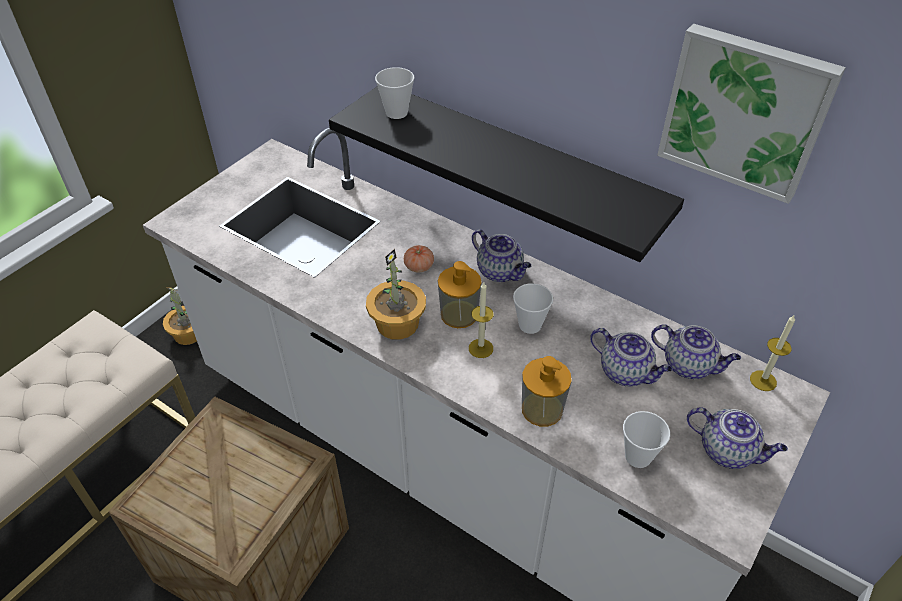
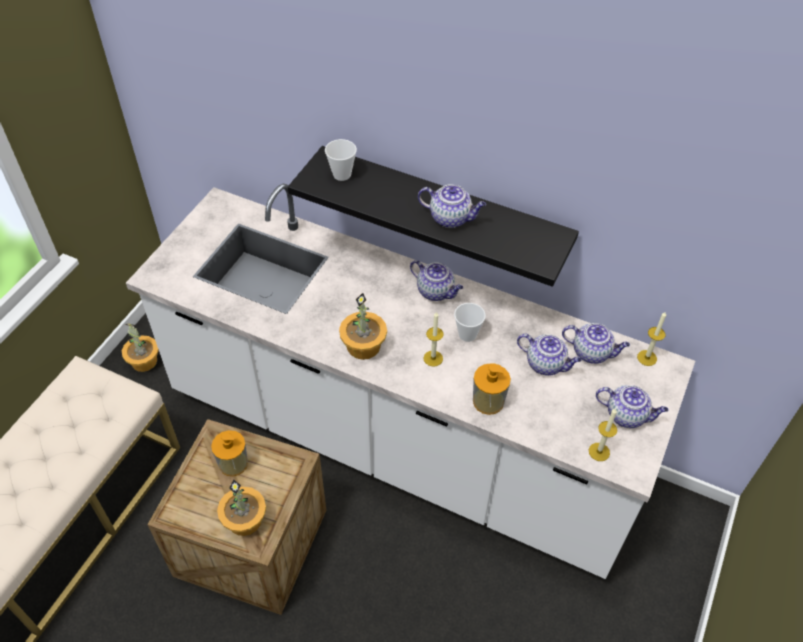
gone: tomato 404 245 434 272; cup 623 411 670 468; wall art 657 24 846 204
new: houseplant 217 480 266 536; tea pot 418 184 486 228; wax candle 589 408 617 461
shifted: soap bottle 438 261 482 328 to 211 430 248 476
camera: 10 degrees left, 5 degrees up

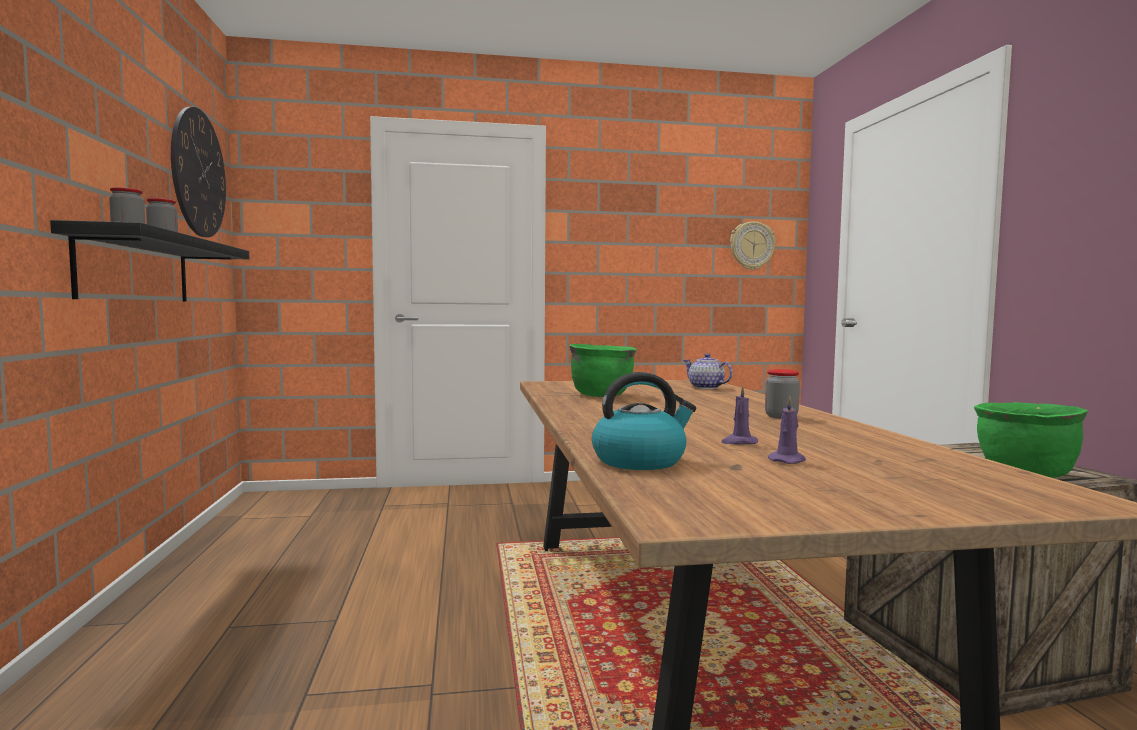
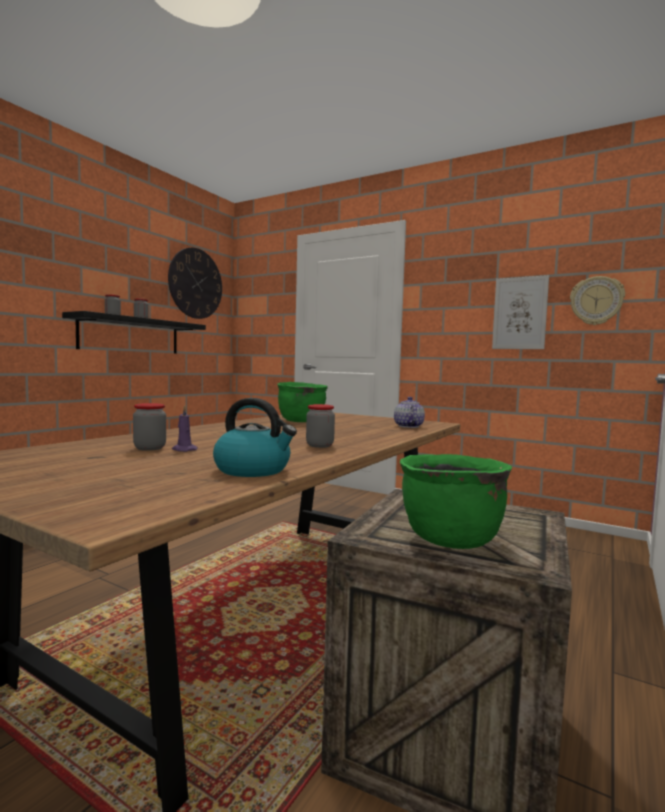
gone: wax candle (purple-coloured) 768 396 806 464
new: jar 133 403 166 451; wall art 492 275 549 349
shifted: water kettle 592 372 696 470 to 213 398 297 477
camera: 40 degrees right, 0 degrees up

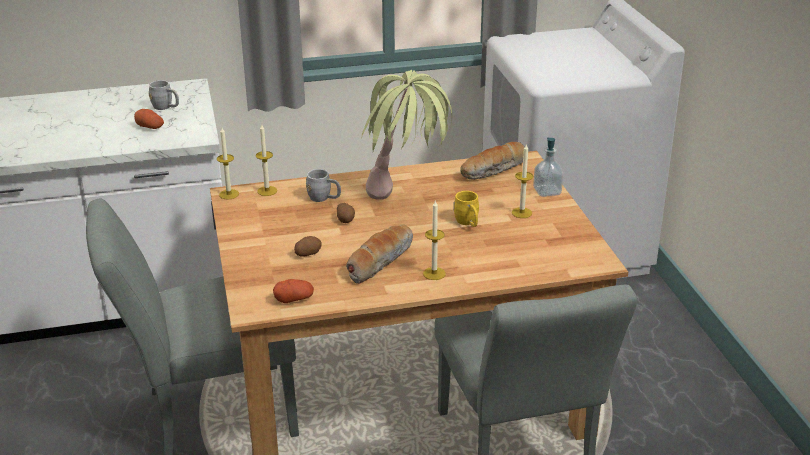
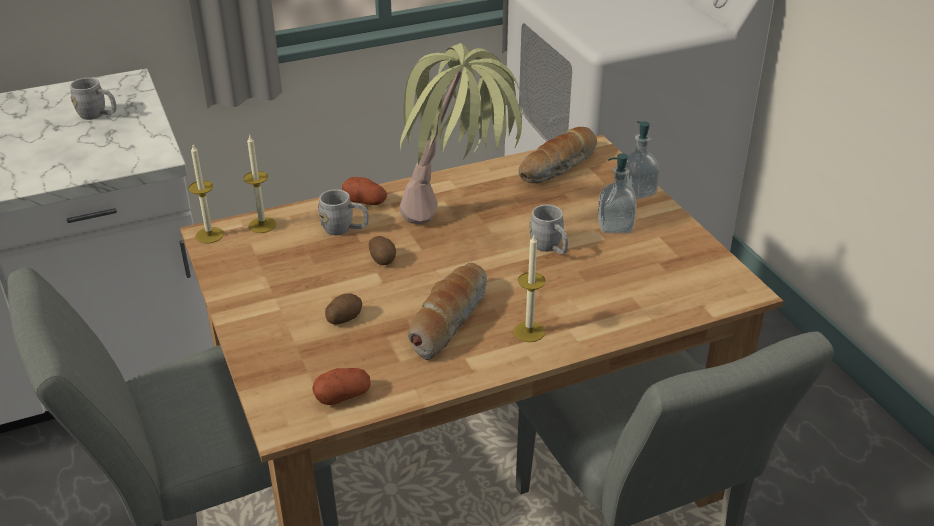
shifted: whole potato 134 109 164 129 to 342 177 387 205
swapped: wax candle 512 143 533 218 to soap bottle 598 153 637 233
repainted: mug (yellowish) 453 191 479 227 to mug (greyish) 529 205 568 254
camera: 10 degrees left, 5 degrees up

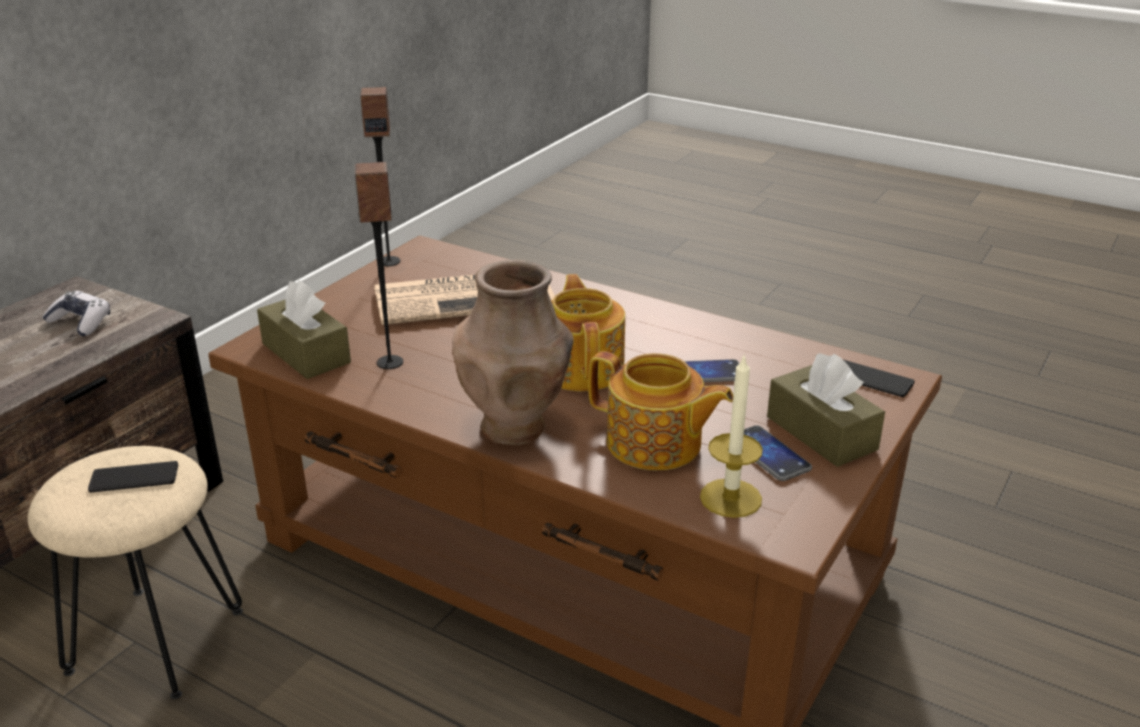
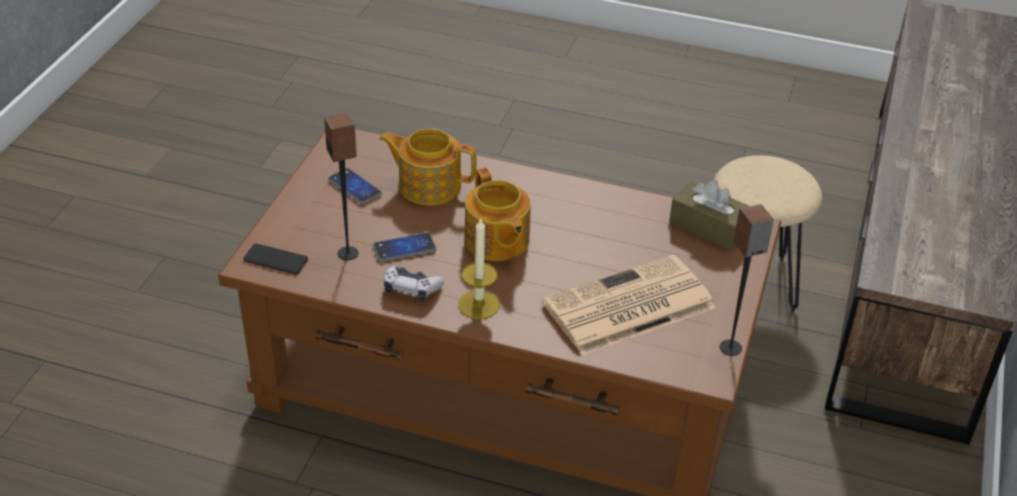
gone: handset 88 461 178 492; flower vase (brown) 452 260 574 445; tissue box (brown) 767 353 885 467
shifted: gamepad 42 291 110 336 to 383 266 444 301; loudspeaker 354 162 403 369 to 324 113 359 261; wax candle 700 353 763 518 to 458 217 500 319
camera: 165 degrees right, 10 degrees up

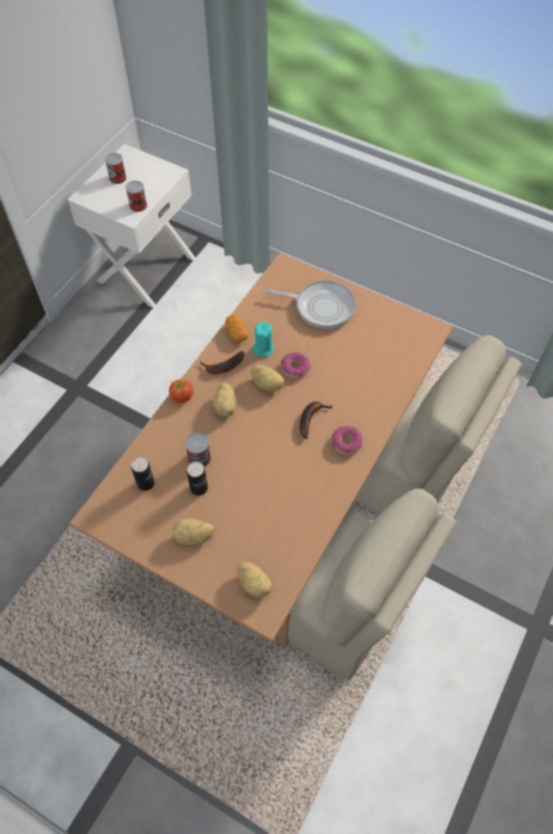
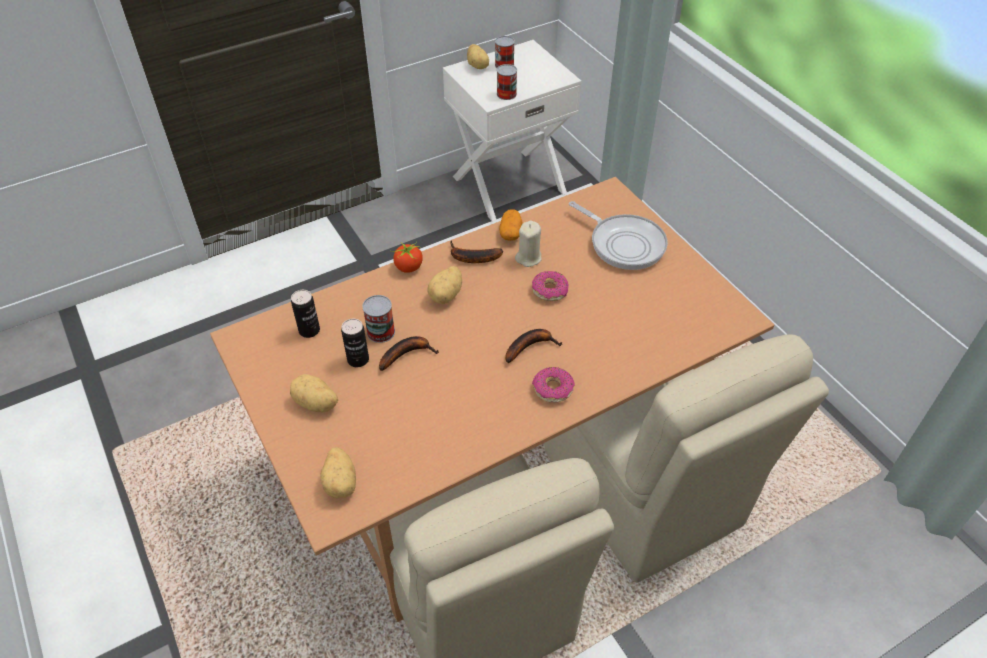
new: banana 379 336 439 371
shifted: whole potato 251 365 284 392 to 467 44 489 69
repainted: wax candle (turquoise-coloured) 253 322 274 357 to wax candle (sand-coloured) 515 221 541 267
camera: 30 degrees right, 10 degrees down

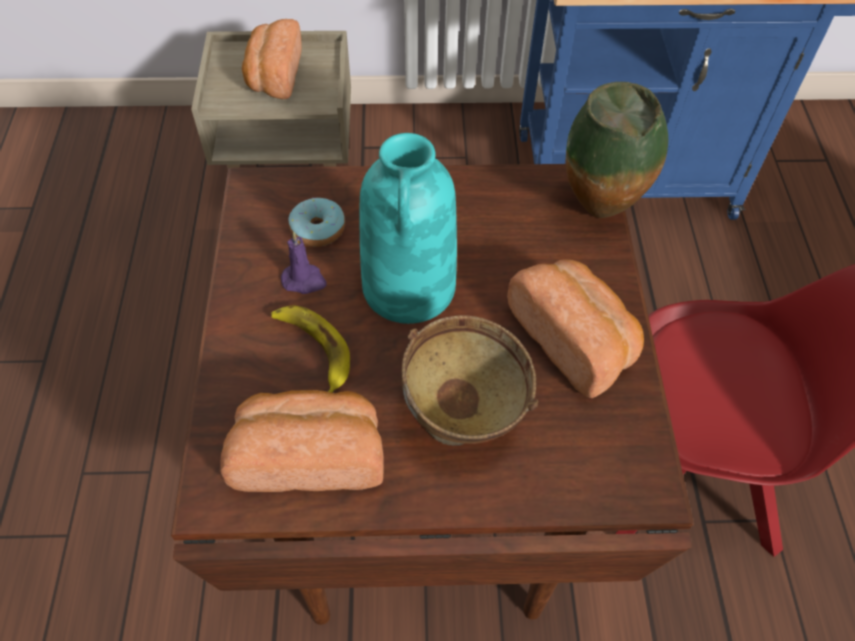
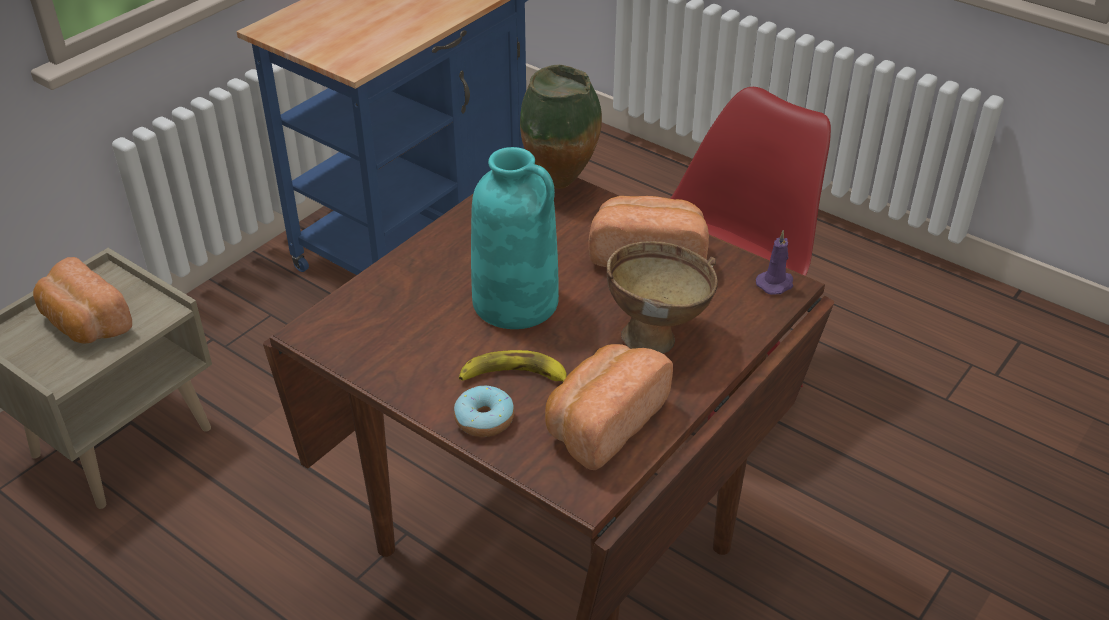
shifted: wax candle (purple-coloured) 281 231 327 294 to 756 230 793 295; donut 288 198 345 247 to 454 386 514 437
camera: 50 degrees left, 15 degrees down

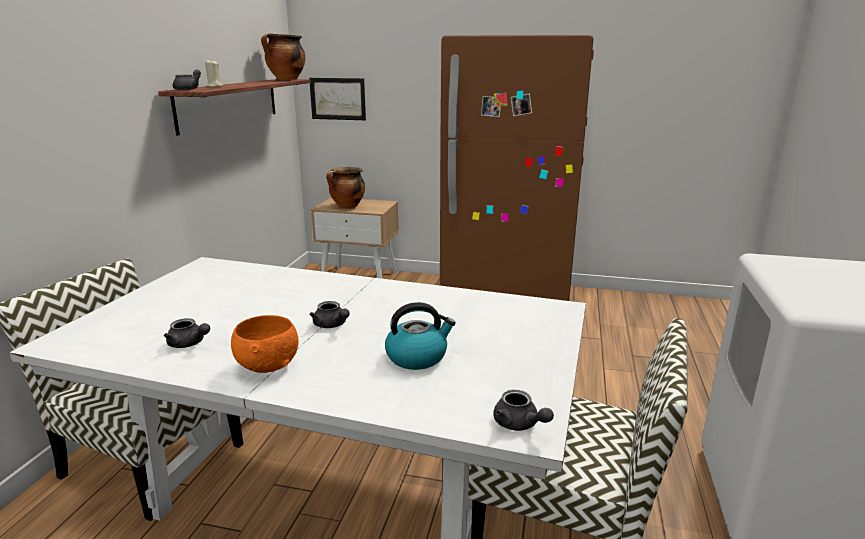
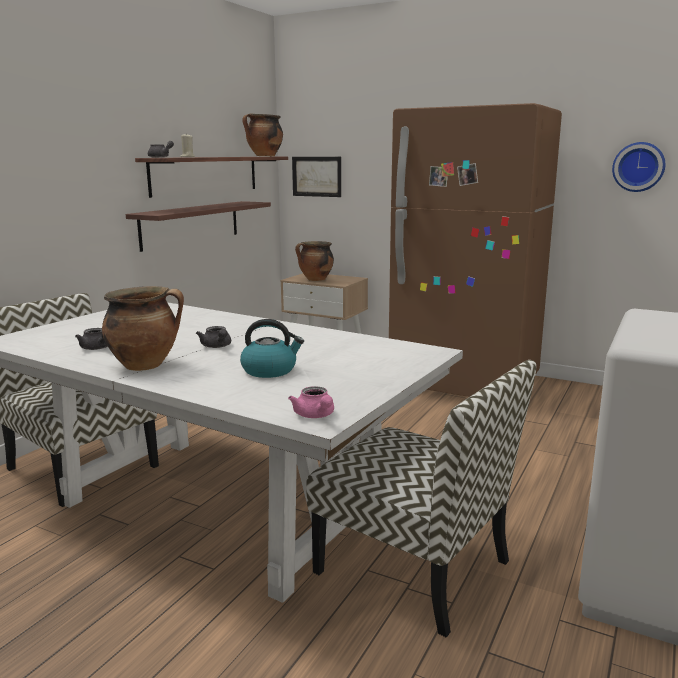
new: bracket shelf 126 201 271 252; wall clock 612 142 665 192
swapped: bowl (orange) 231 315 299 373 to stockpot 102 286 184 371
repainted: tea pot (greyish) 493 390 554 431 to tea pot (pink) 288 386 334 418
camera: 15 degrees right, 5 degrees down

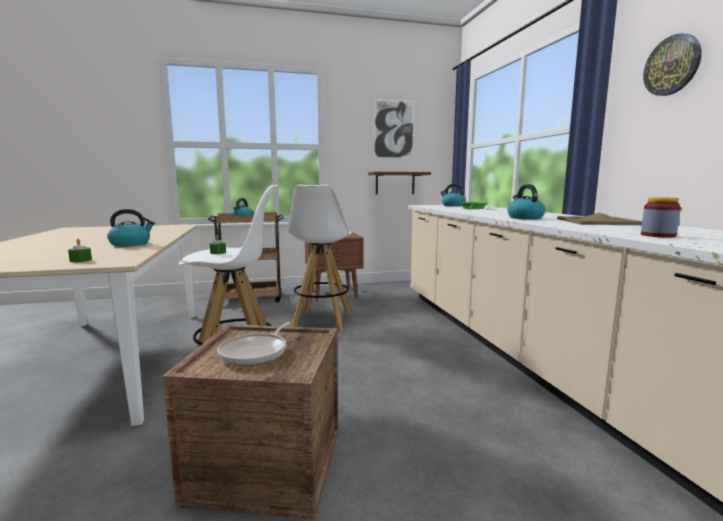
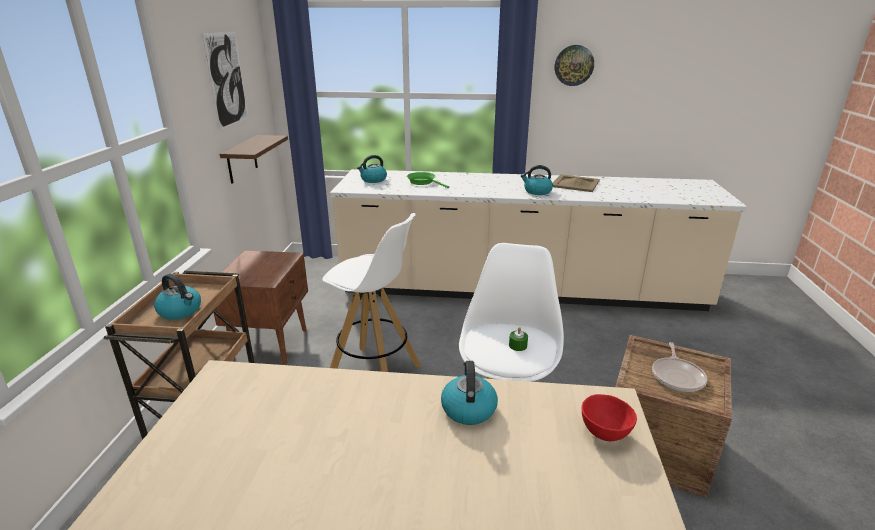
gone: jar 641 197 681 238
swapped: wax candle (green) 68 239 92 262 to bowl (reddish) 582 394 637 441
rotated: skillet 217 322 291 366 = 652 342 707 392 60 degrees clockwise
camera: 70 degrees left, 15 degrees up

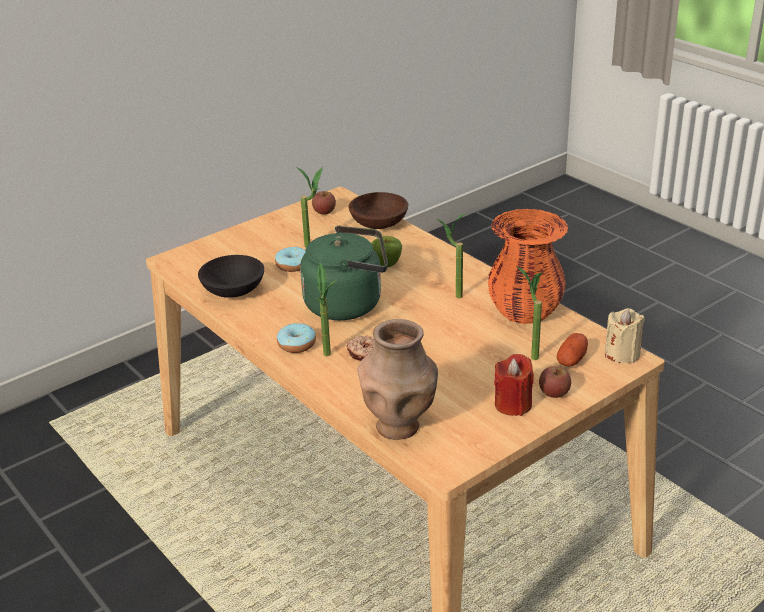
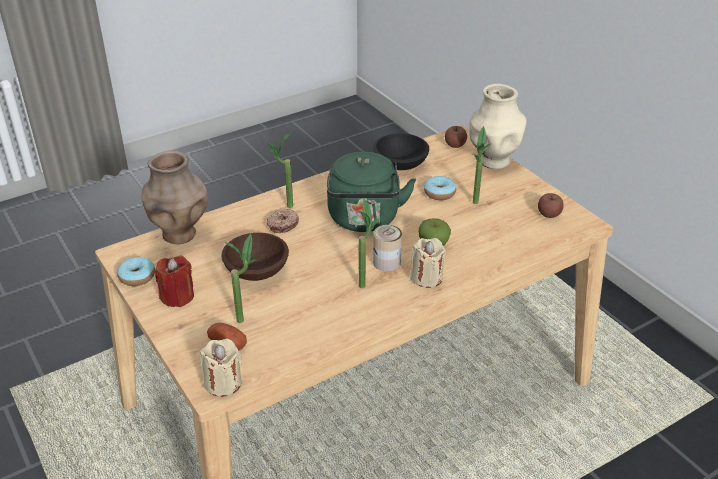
gone: flower vase (orange) 488 209 569 324
new: sealed can 373 225 402 272; wax candle (sand-coloured) 410 238 447 288; flower vase (sand-coloured) 469 84 527 170
shifted: donut 277 323 316 353 to 117 257 155 286; bowl (brown) 349 192 408 229 to 221 233 289 281; apple fruit 539 366 571 398 to 445 126 467 148
camera: 95 degrees right, 5 degrees up

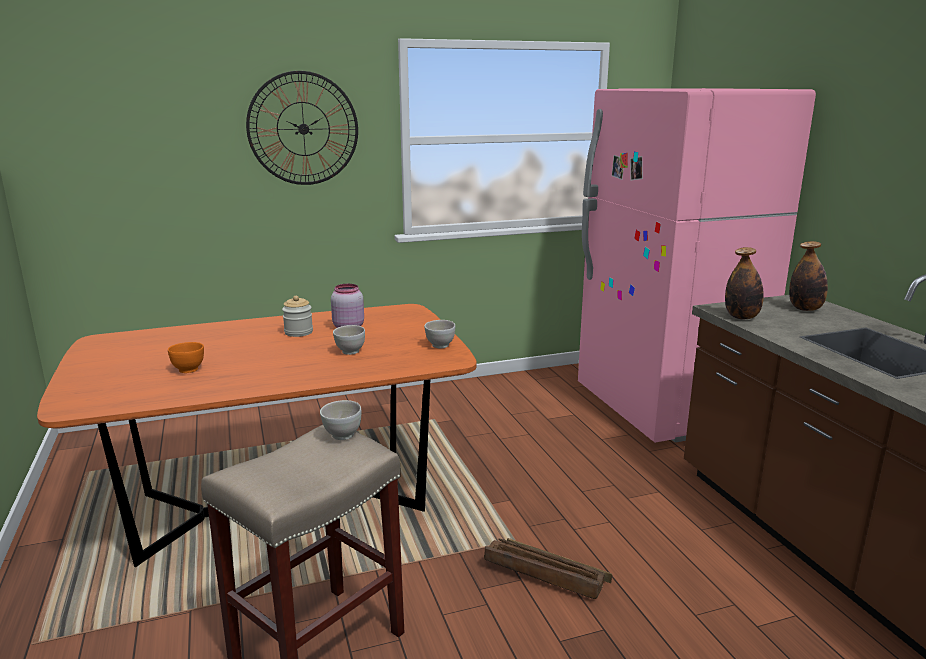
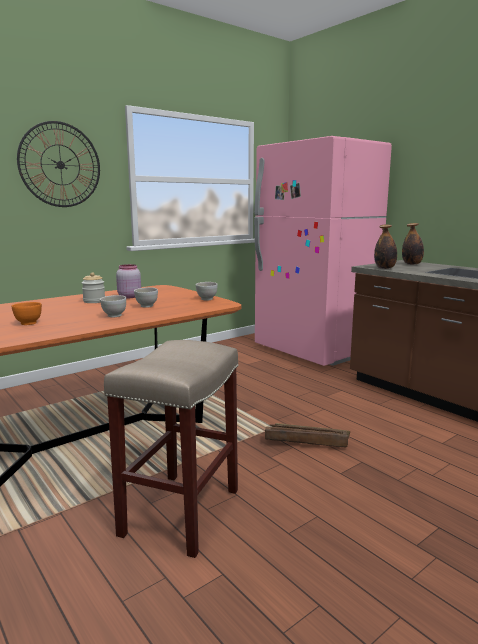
shifted: bowl (whitish) 320 400 361 440 to 100 295 126 318
camera: 20 degrees left, 5 degrees down

